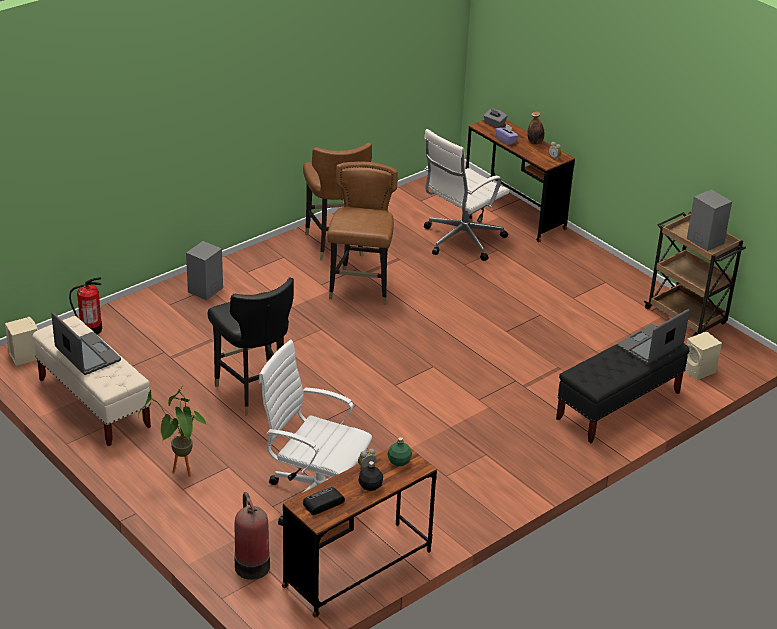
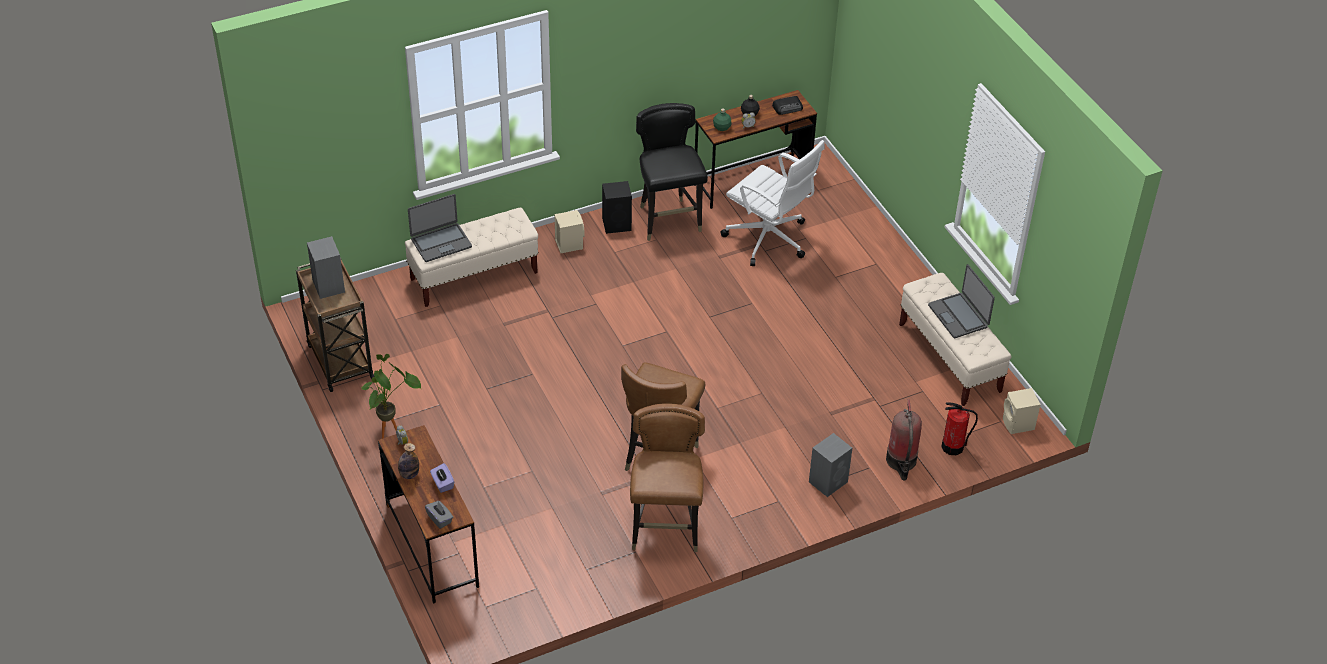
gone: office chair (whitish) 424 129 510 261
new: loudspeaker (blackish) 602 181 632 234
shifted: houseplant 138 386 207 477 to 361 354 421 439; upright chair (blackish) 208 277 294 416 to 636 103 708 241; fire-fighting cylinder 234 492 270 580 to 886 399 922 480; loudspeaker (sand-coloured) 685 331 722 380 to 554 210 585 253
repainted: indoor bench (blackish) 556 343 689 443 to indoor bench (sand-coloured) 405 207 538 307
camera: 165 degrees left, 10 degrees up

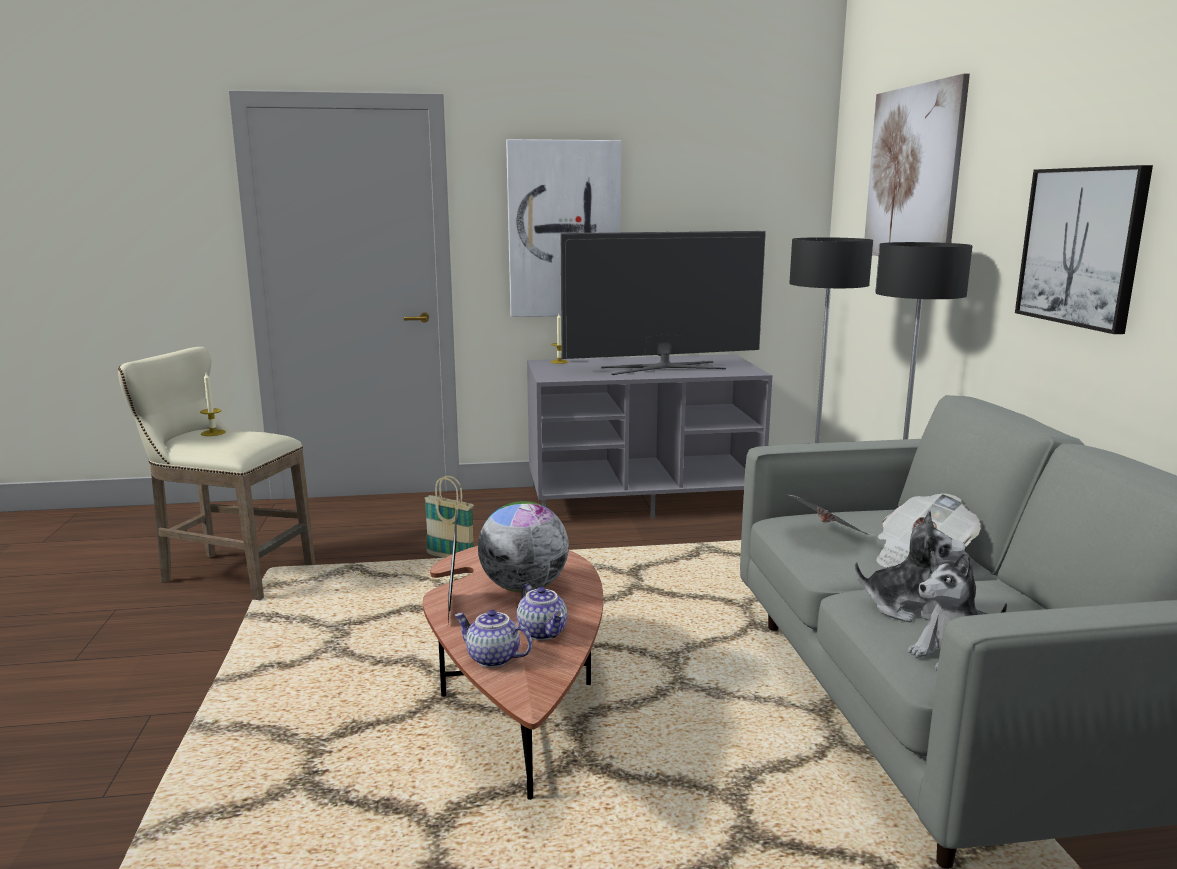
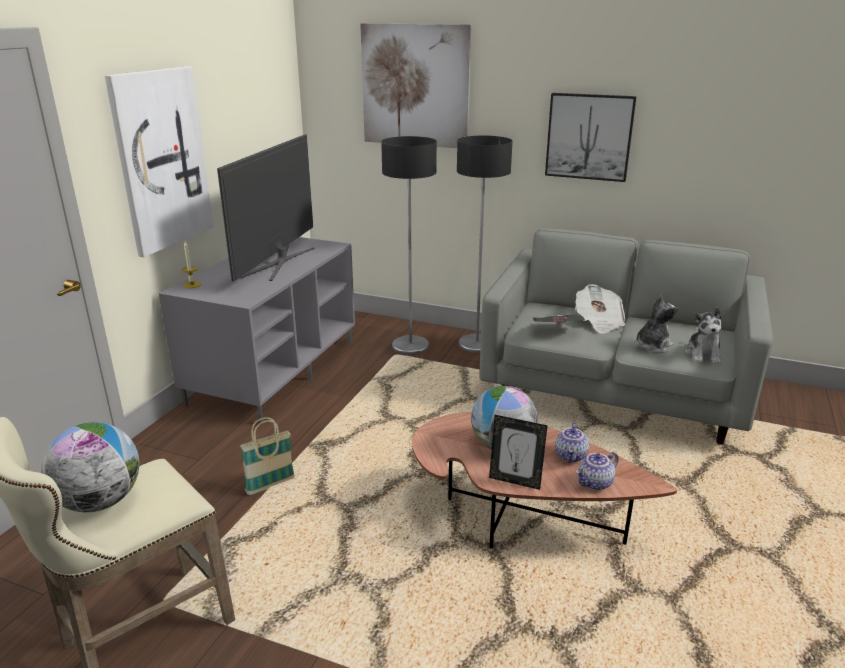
swapped: wax candle 200 373 226 436 to world globe 41 422 139 512
rotated: tea pot 517 583 567 640 = 555 422 589 463 105 degrees clockwise
camera: 60 degrees left, 10 degrees up

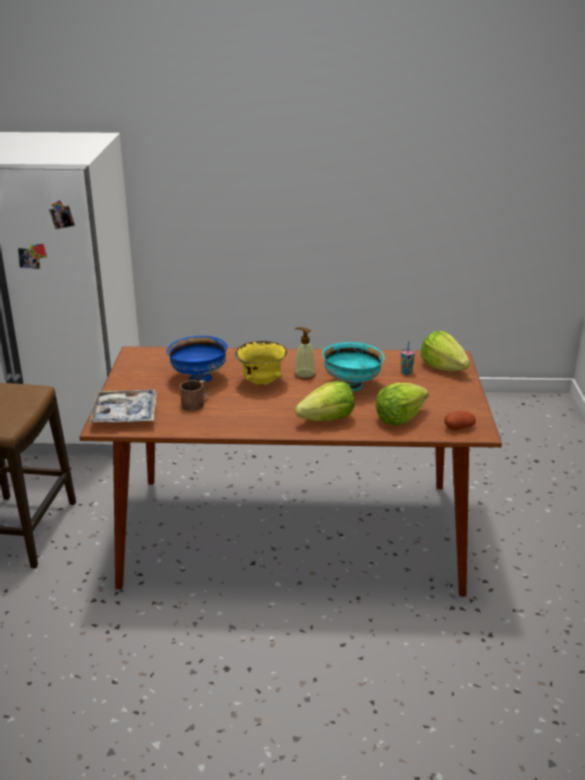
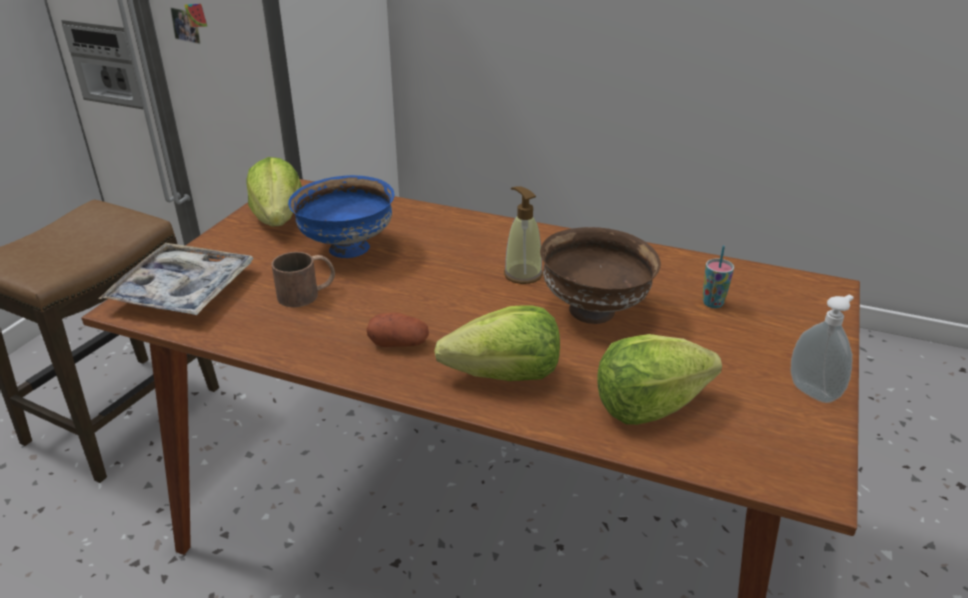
gone: bowl (yellowish) 235 341 287 385
new: soap bottle 790 295 853 403
shifted: head of lettuce 421 331 470 371 to 246 157 302 226; whole potato 444 411 476 431 to 367 313 429 347
repainted: bowl (turquoise-coloured) 322 342 385 391 to bowl (brown) 540 227 661 324
camera: 20 degrees right, 5 degrees up

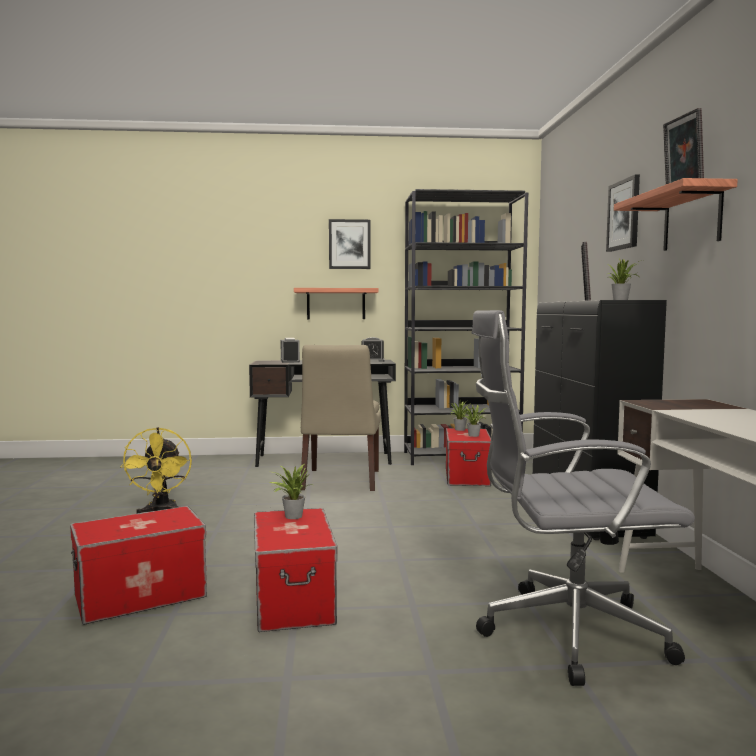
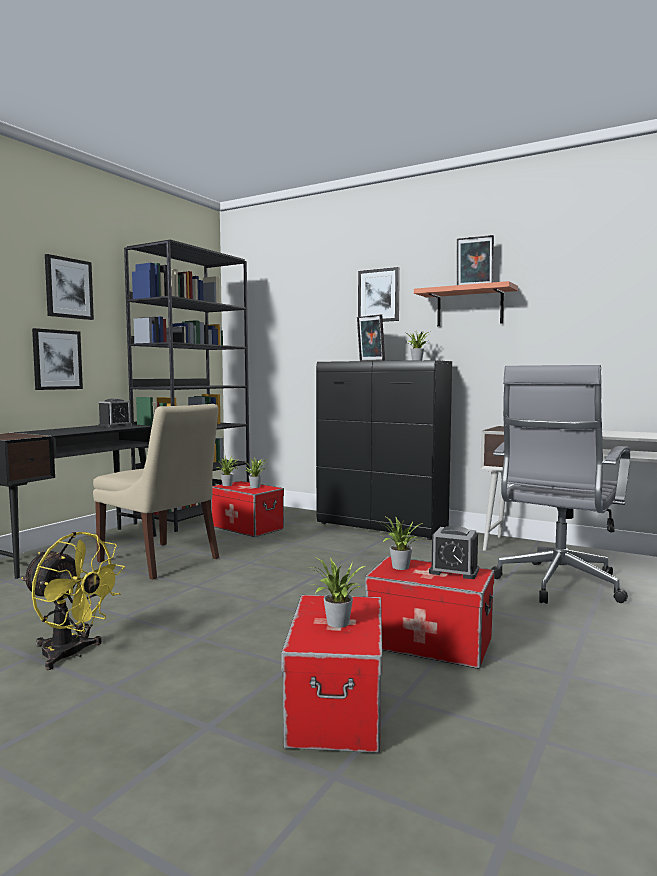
new: houseplant 310 557 365 628
shifted: bedside clock 280 338 300 363 to 429 526 479 579
swapped: bracket shelf 294 288 379 319 to wall art 32 328 83 390
camera: 55 degrees left, 0 degrees up

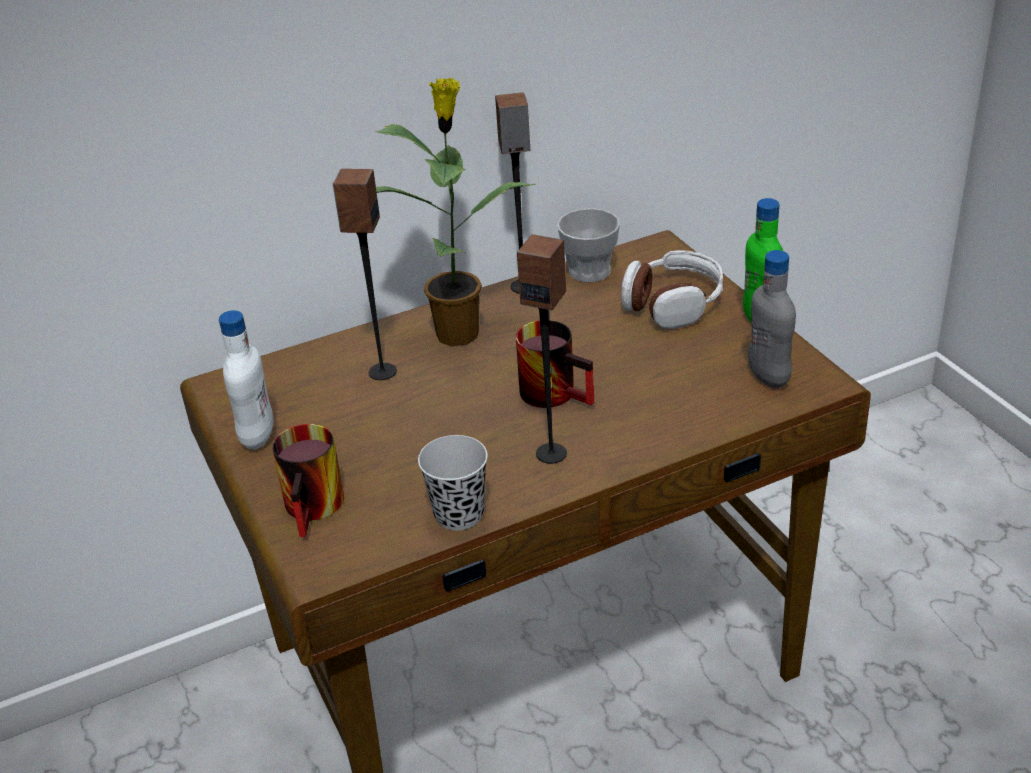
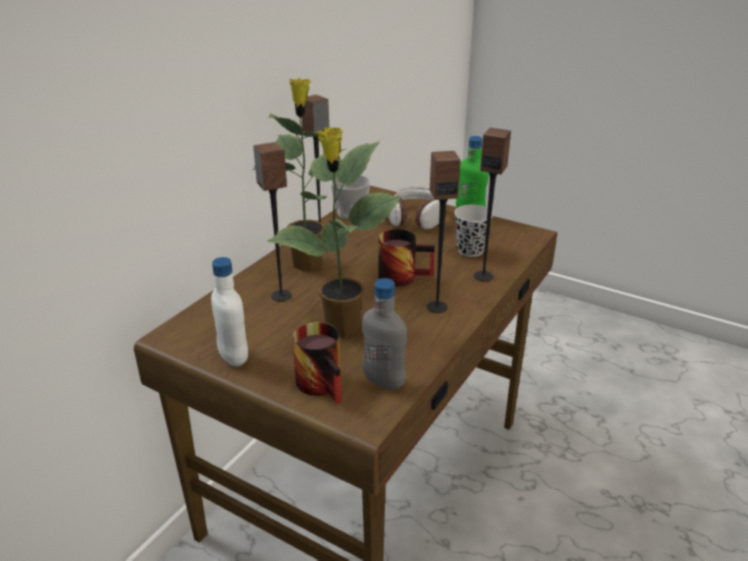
new: houseplant 267 127 401 338; loudspeaker 474 128 511 281
shifted: cup (blackish) 418 435 488 531 to 454 205 493 257; bottle (greyish) 748 250 796 388 to 362 278 407 390
camera: 35 degrees left, 5 degrees down

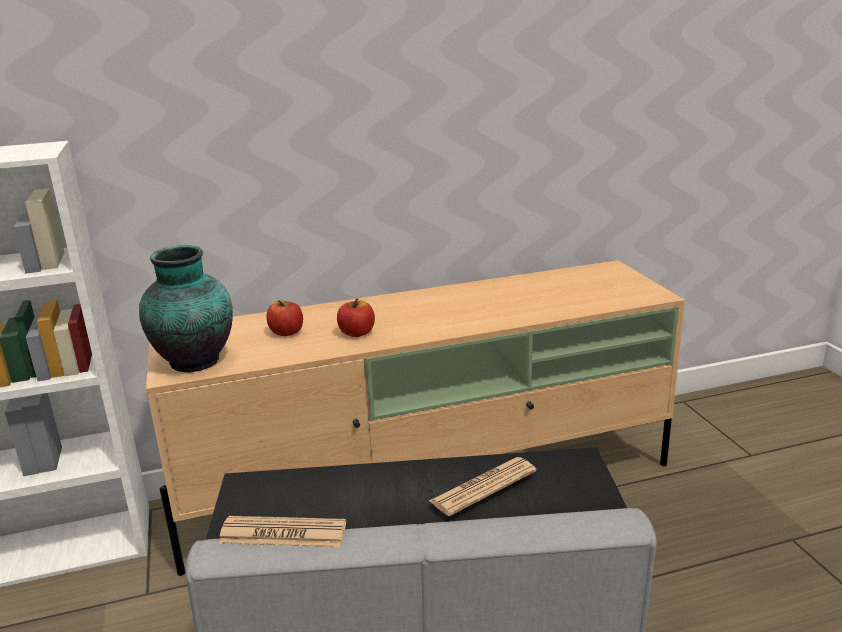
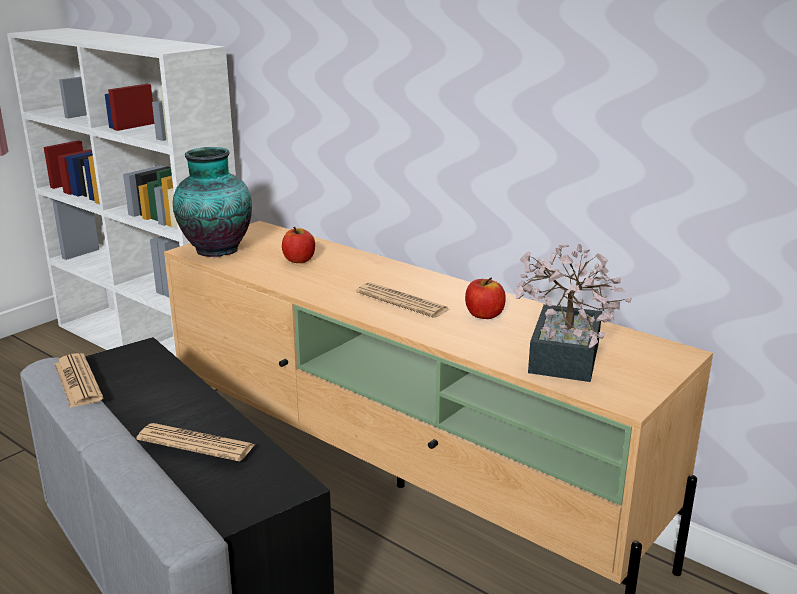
new: daily paper 356 282 450 318; houseplant 513 244 632 382
shifted: apple fruit 337 298 375 337 to 465 277 506 319
camera: 55 degrees right, 0 degrees up

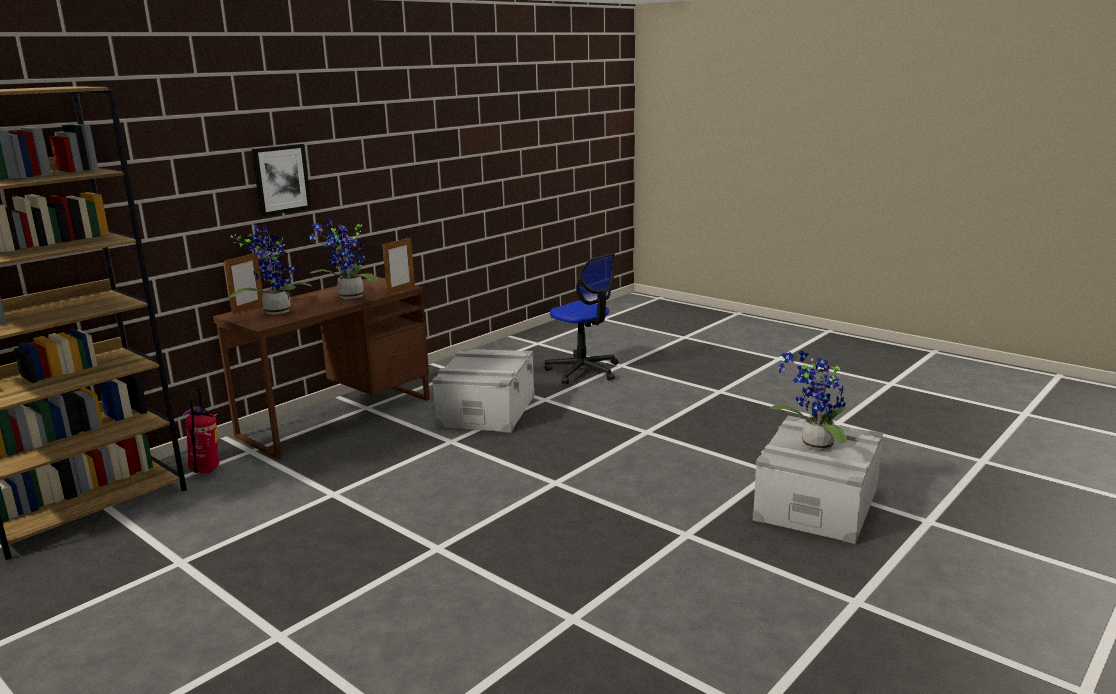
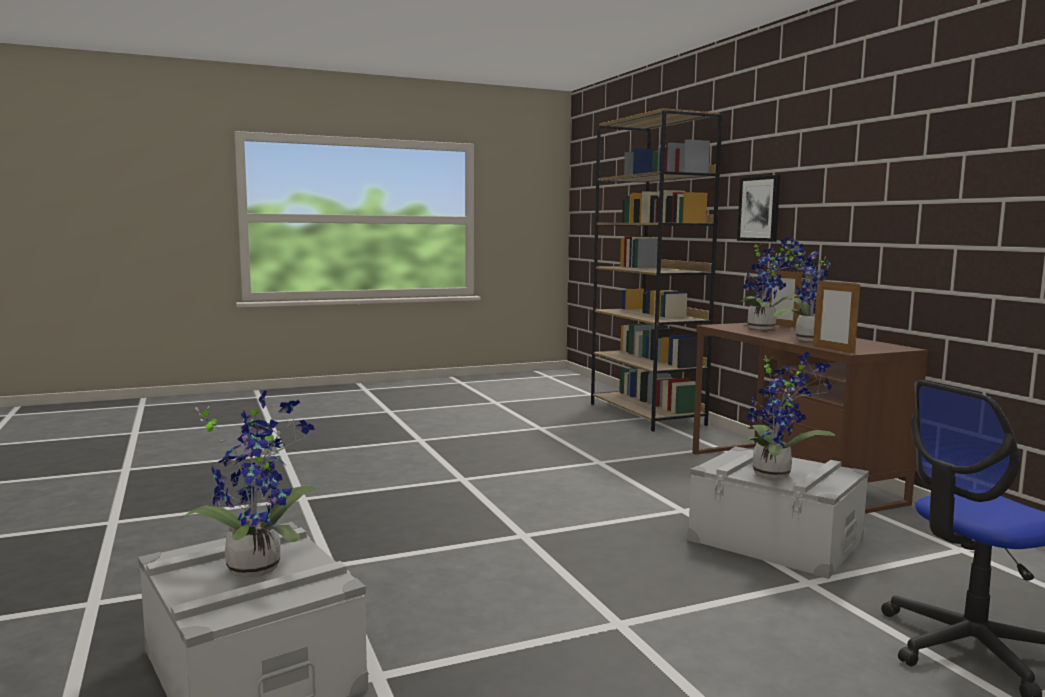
gone: fire-fighting cylinder 182 388 219 473
new: houseplant 742 352 835 479
shifted: wall art 252 144 311 216 to 737 175 780 242
camera: 115 degrees right, 10 degrees down

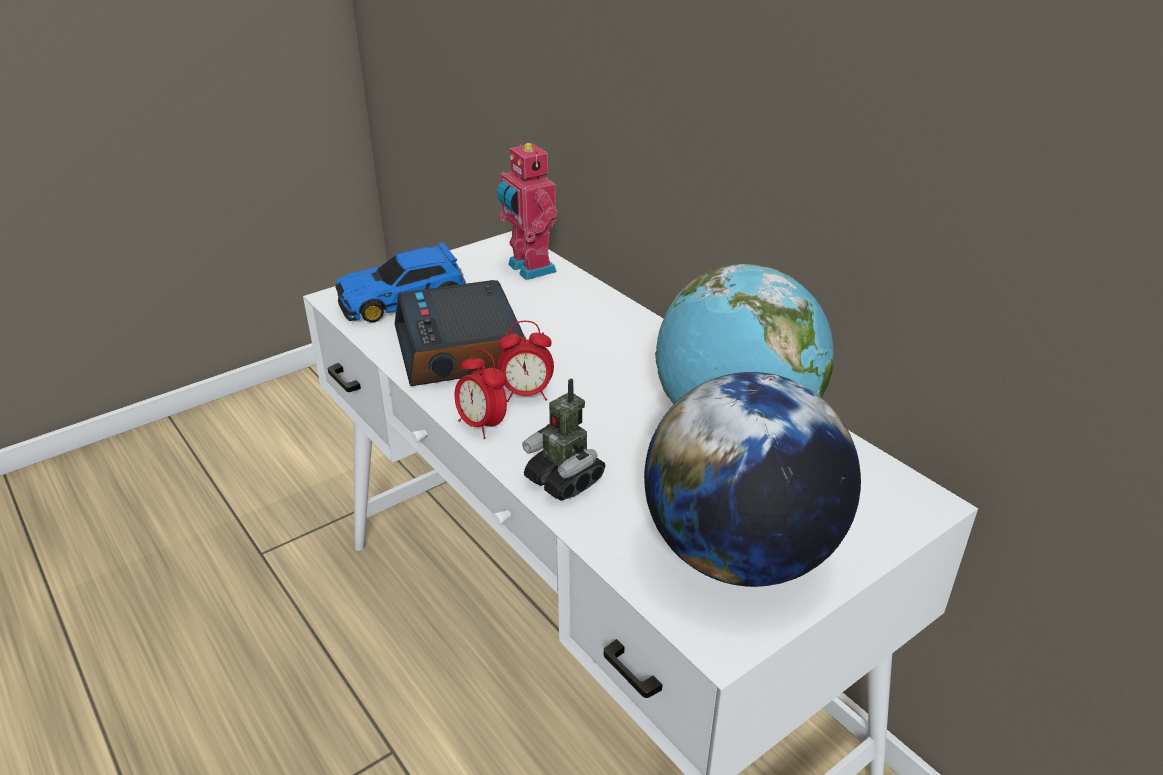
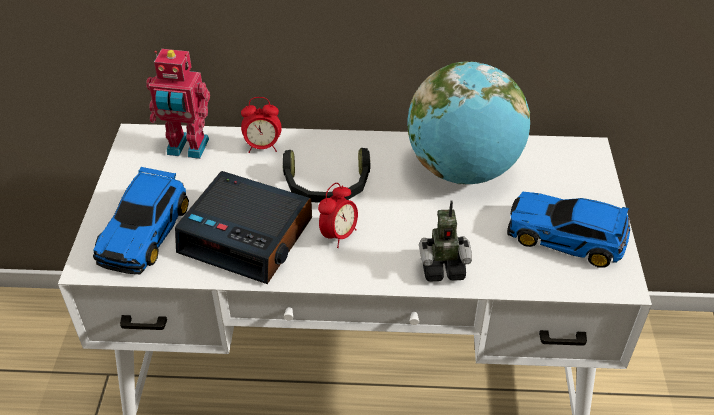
new: pair of headphones (blackish) 282 148 371 203
shifted: bedside clock 455 349 507 439 to 241 97 282 153
swapped: world globe 644 372 861 587 to model car 507 192 630 268
camera: 50 degrees left, 10 degrees up

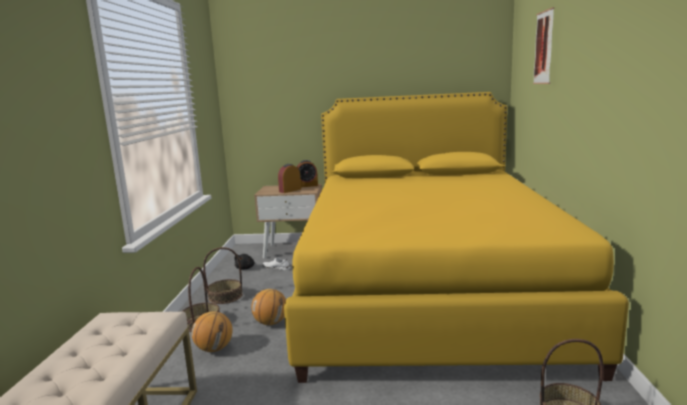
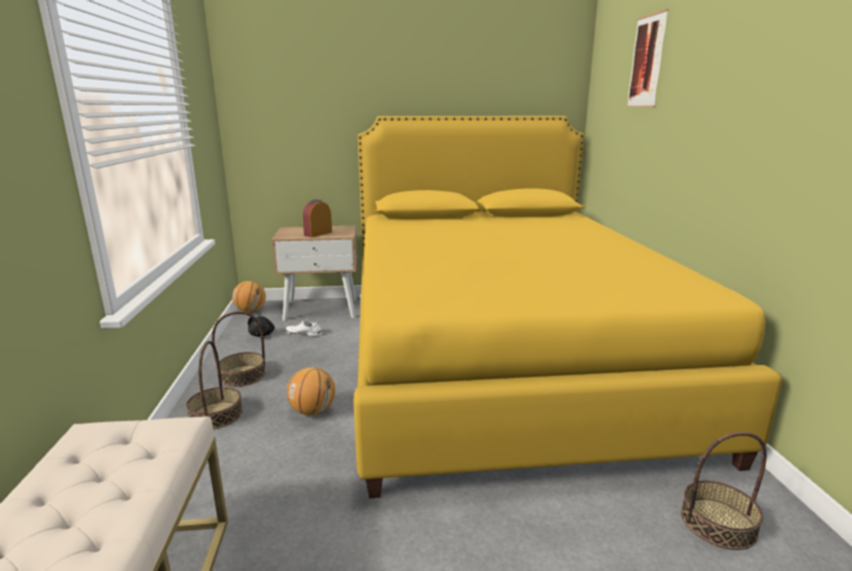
gone: bedside clock 297 160 318 187
shifted: basketball ball 192 311 233 352 to 232 281 266 312
camera: 10 degrees left, 5 degrees up

